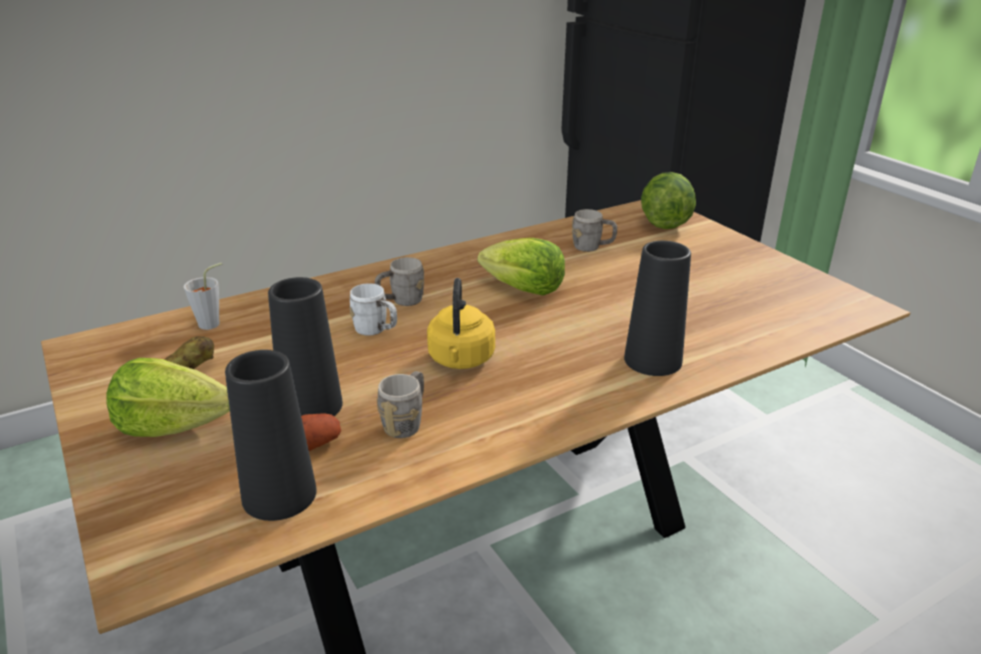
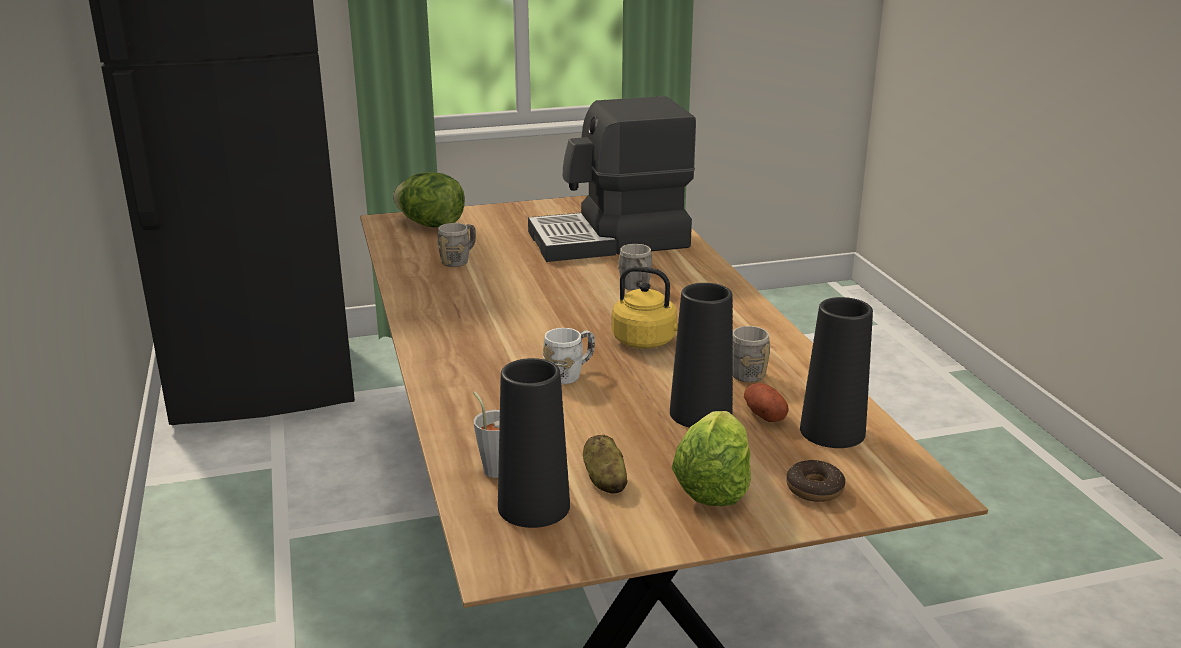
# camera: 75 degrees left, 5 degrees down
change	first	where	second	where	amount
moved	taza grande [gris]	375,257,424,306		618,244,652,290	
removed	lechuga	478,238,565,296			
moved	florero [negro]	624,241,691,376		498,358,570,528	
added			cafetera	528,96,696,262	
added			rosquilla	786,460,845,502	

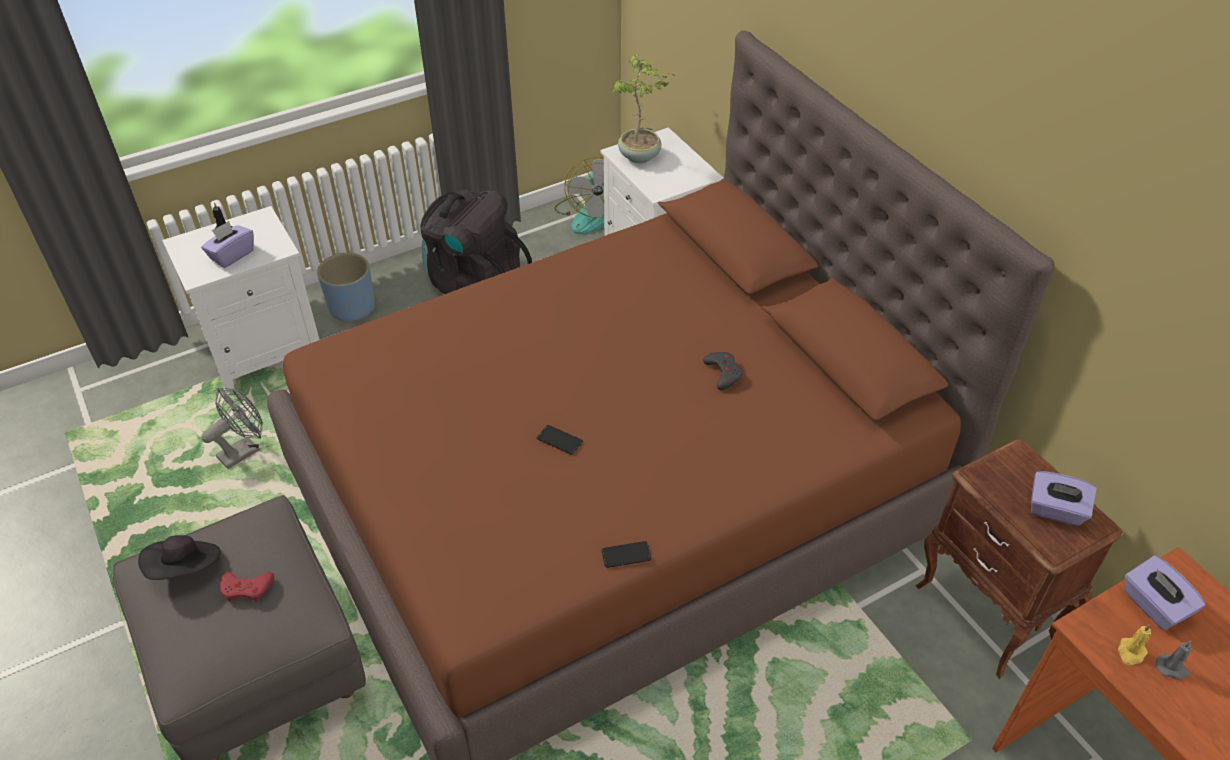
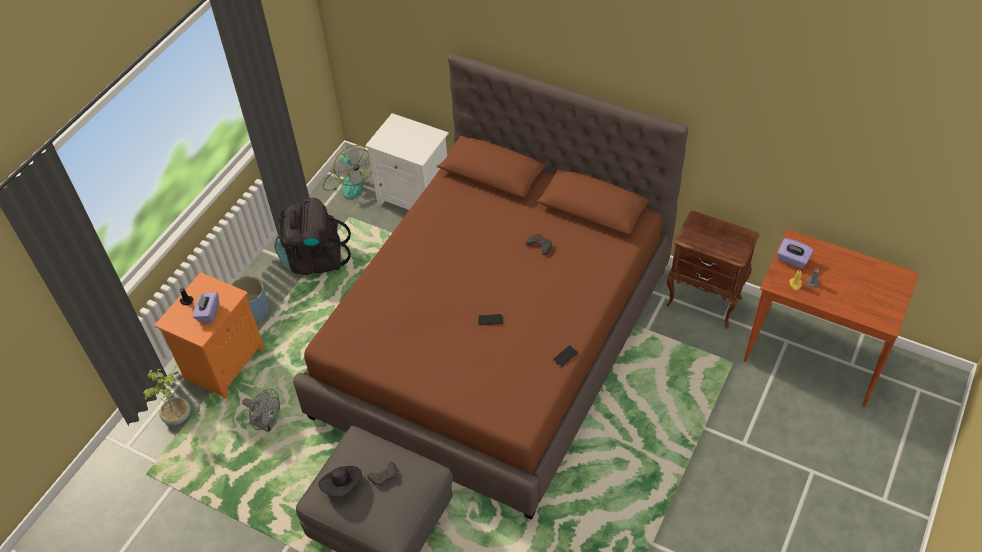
# camera: 30 degrees left, 5 degrees up
change	first	where	second	where	amount
recoloured	mesita de noche [blanco]	162,206,320,393	mesita de noche [naranja]	154,272,265,399	
turned	ventilador [gris]	201,387,263,469		242,389,280,433	105 degrees clockwise
recoloured	mando de consola [rojo]	220,572,274,602	mando de consola [gris]	368,462,397,487	
moved	planta en maceta	611,54,675,163		143,365,191,425	
removed	caja de pañuelos [morado]	1031,471,1097,526			

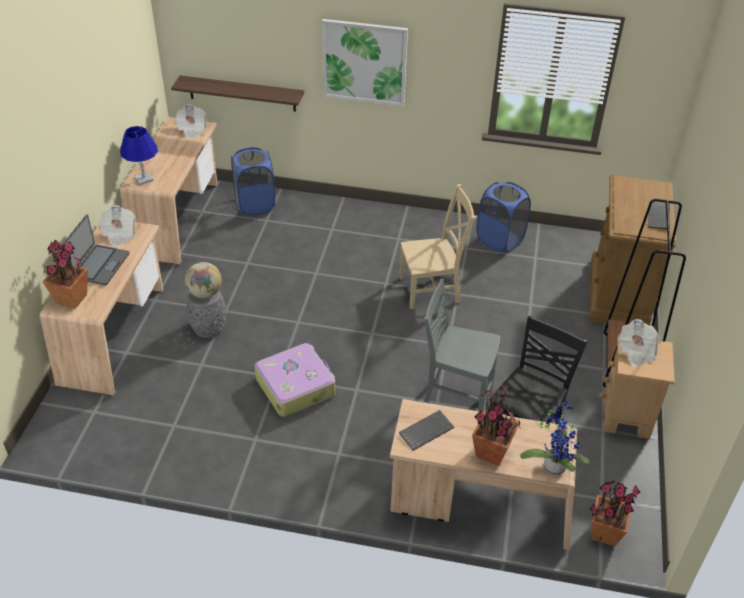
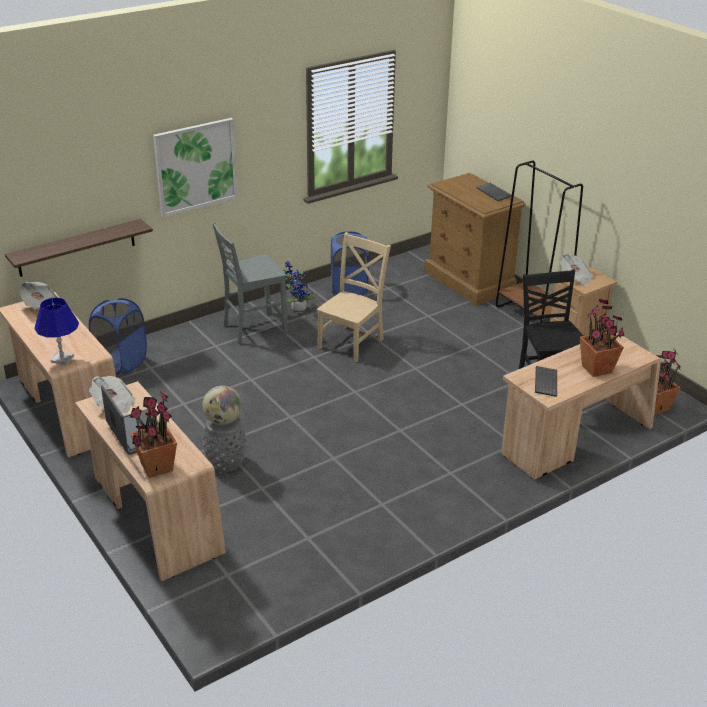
# camera: 45 degrees left, 10 degrees down
change	first	where	second	where	amount
removed	maleta	255,343,335,417			
moved	silla [gris]	424,279,500,412		212,222,288,344	
moved	planta en maceta	520,400,589,475		280,261,318,313	

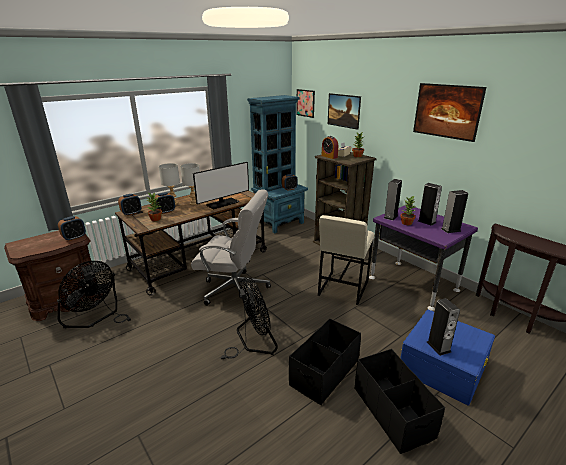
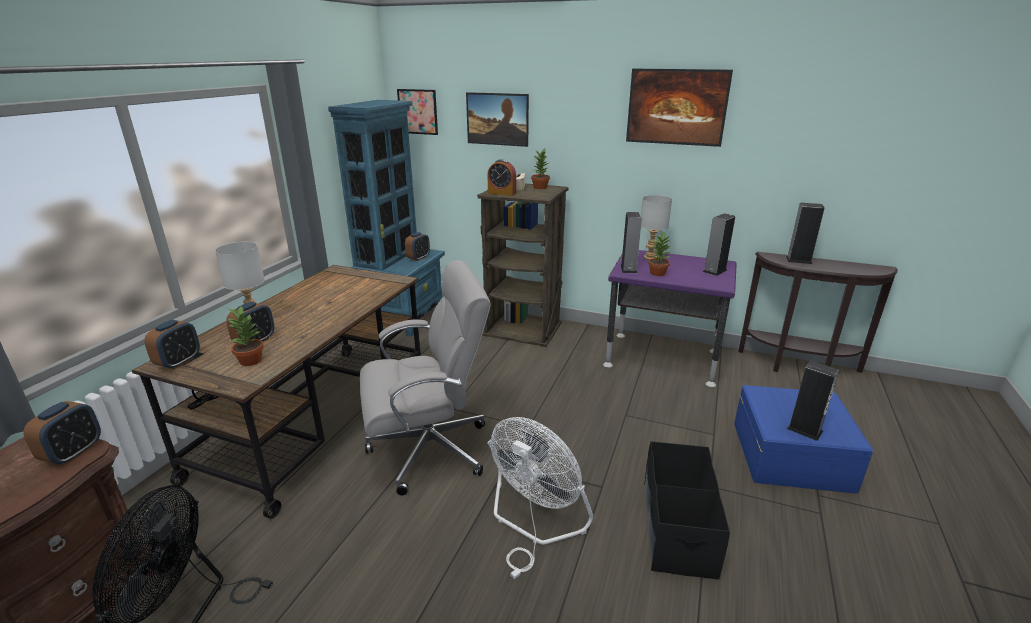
# camera: 30 degrees left, 0 degrees up
change	first	where	second	where	amount
moved	lámpara de mesa [gris]	180,163,200,205		641,195,672,260	
removed	monitor	193,162,249,210			
recoloured	ventilador [negro]	221,277,278,359	ventilador [blanco]	487,417,593,579	
removed	silla [beis]	318,215,374,305			
removed	caja de almacenaje [negro]	355,349,445,454			
moved	altavoz	418,183,442,226		786,203,825,264	

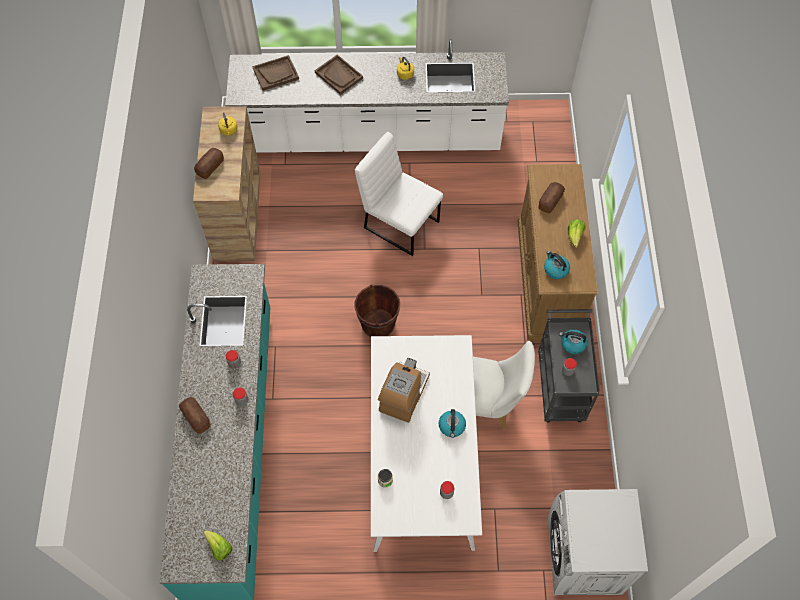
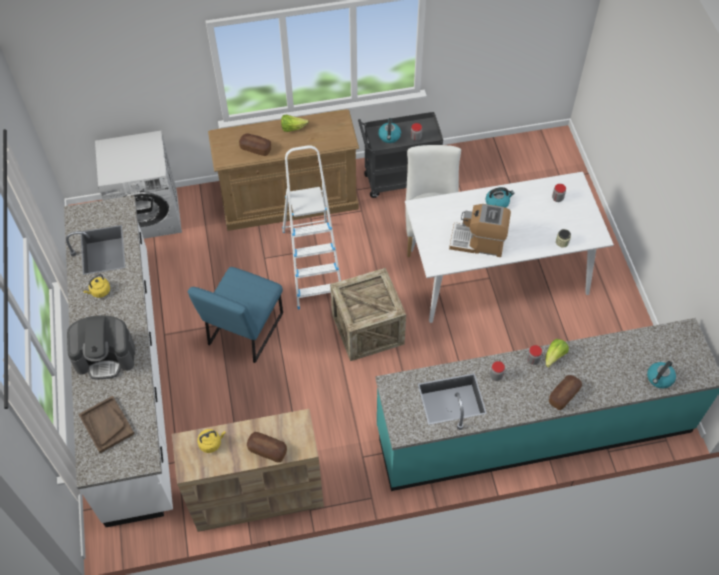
# camera: 100 degrees left, 5 degrees down
change	first	where	second	where	amount
moved	lechuga	203,531,233,561		545,339,569,367	
replaced	bandeja [marrón]	315,55,363,95	cafetera	67,315,135,379	
replaced	cubo [marrón]	354,284,400,337	caja de embalaje	330,268,406,361	
recoloured	silla [blanco]	355,132,443,256	silla [azul]	188,267,283,363	
moved	hervidor	544,251,570,279		647,361,676,388	
moved	lavadora [blanco]	548,489,648,595		95,131,182,239	
added			escalera de tijera [blanco]	282,145,341,309	

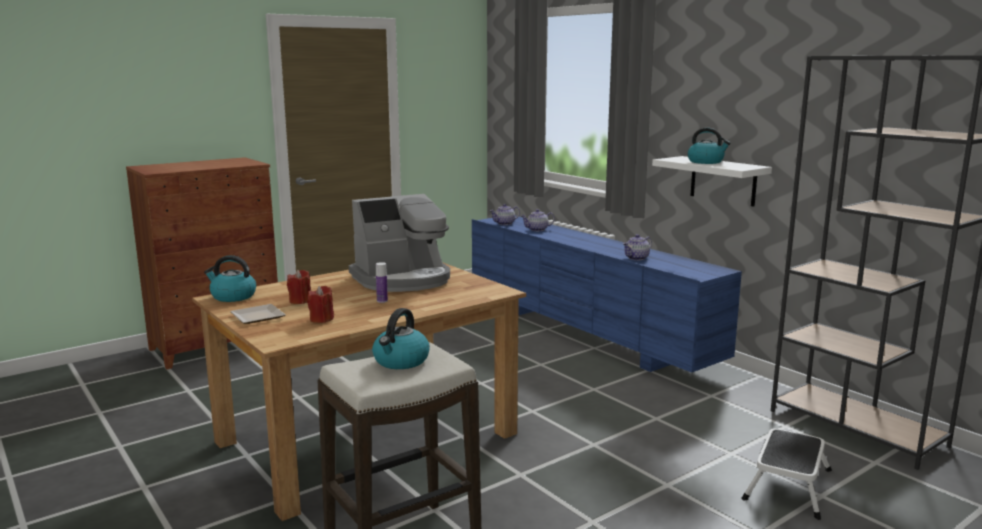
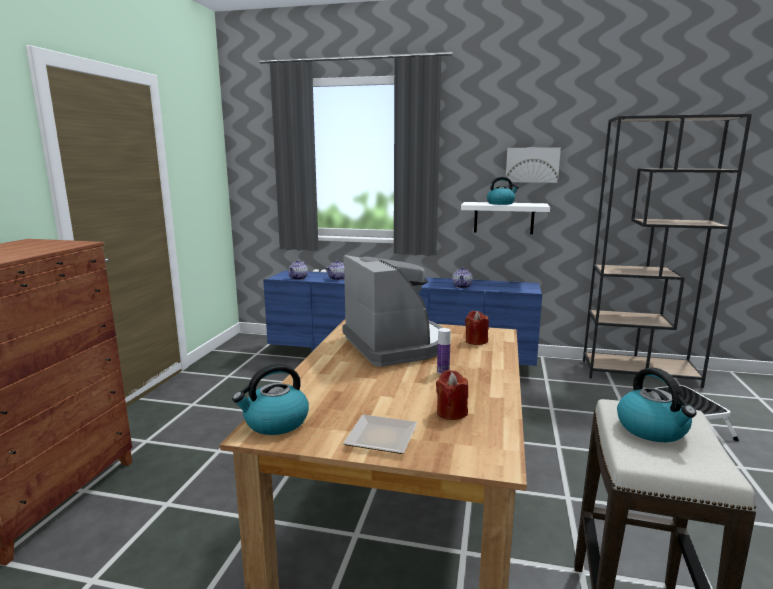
# camera: 40 degrees left, 0 degrees up
change	first	where	second	where	amount
moved	vela [rojo]	287,270,311,304		465,311,489,345	
turned	cafetera	349,194,450,292		342,255,442,367	45 degrees counterclockwise
added			cuadro	505,147,561,183	

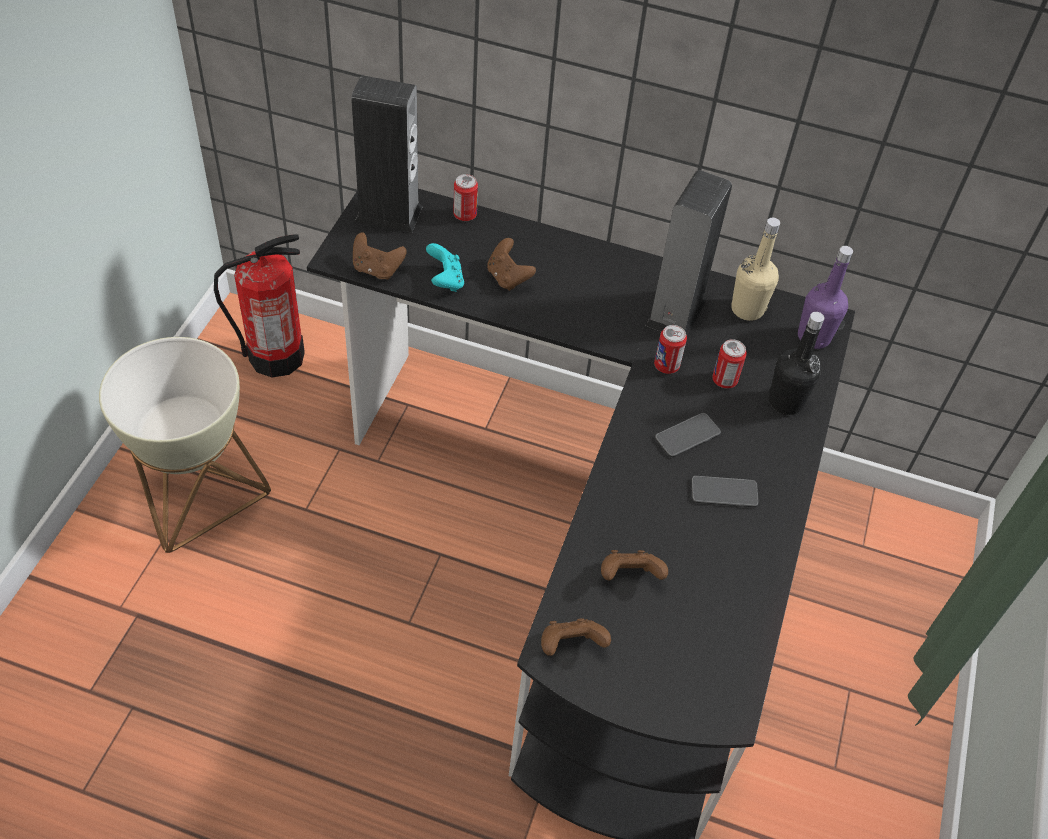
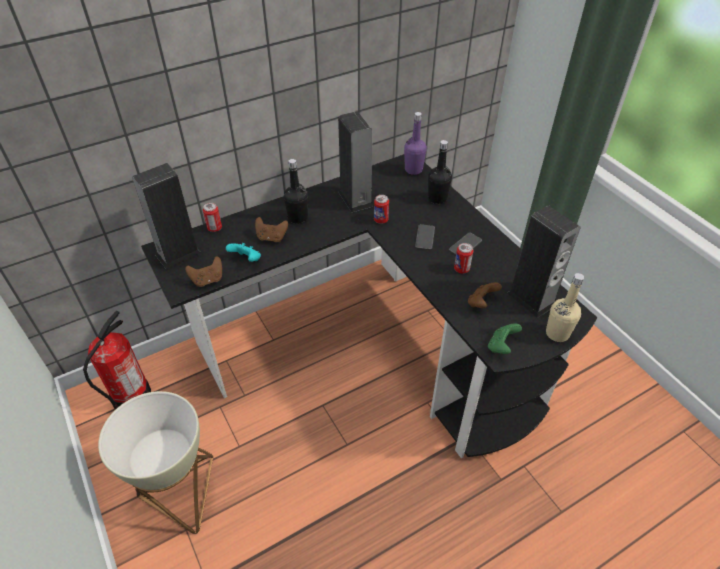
# camera: 45 degrees left, 5 degrees down
change	first	where	second	where	amount
recoloured	mando de consola [marrón]	541,618,611,656	mando de consola [verde]	488,323,522,354	
moved	lata	712,339,747,389		454,243,473,273	
moved	botella [beis]	731,218,780,321		546,273,584,342	
added			botella [negro]	284,159,308,224	
added			altavoz	507,205,580,318	

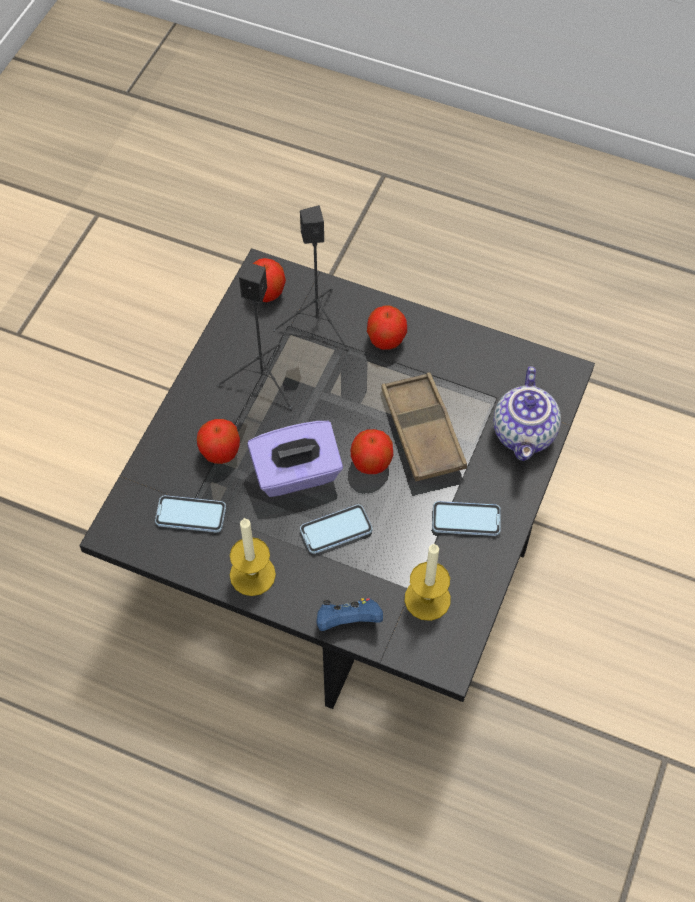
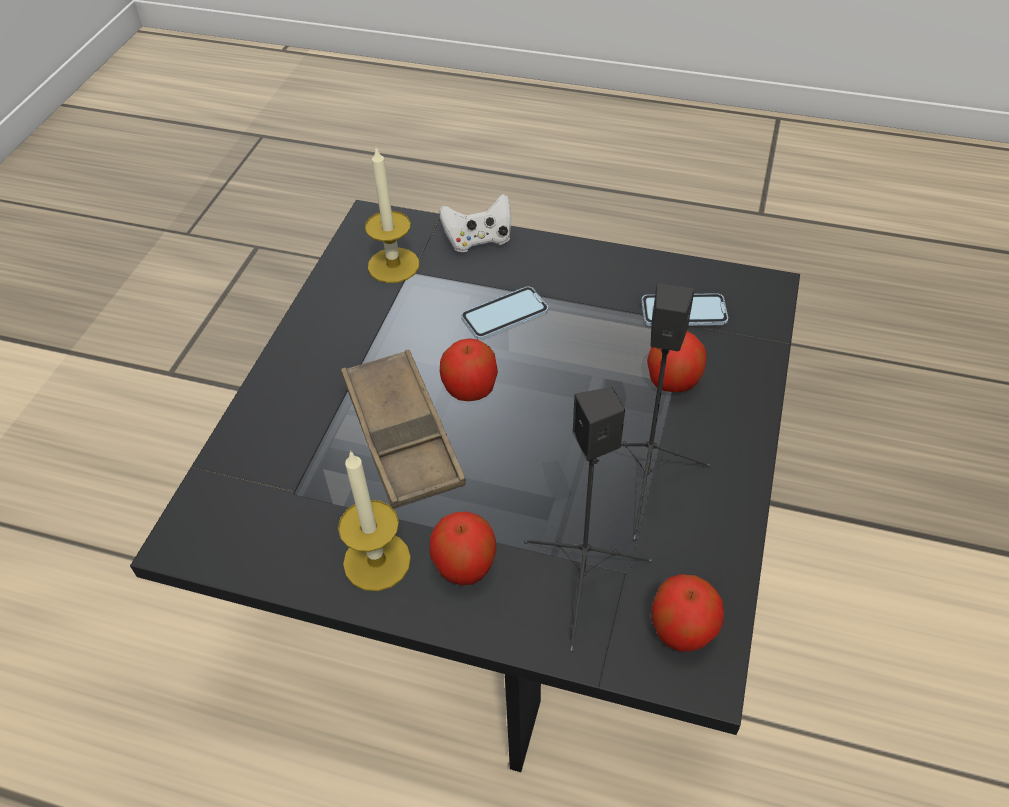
# camera: 175 degrees right, 10 degrees down
change	first	where	second	where	amount
moved	vela	230,517,276,596		338,450,411,591	
removed	caja de pañuelos [morado]	247,421,343,497			
recoloured	mando de consola [azul]	317,598,383,631	mando de consola [blanco]	439,194,511,253	
removed	móvil	432,501,501,536			
removed	tetera	493,366,561,461			

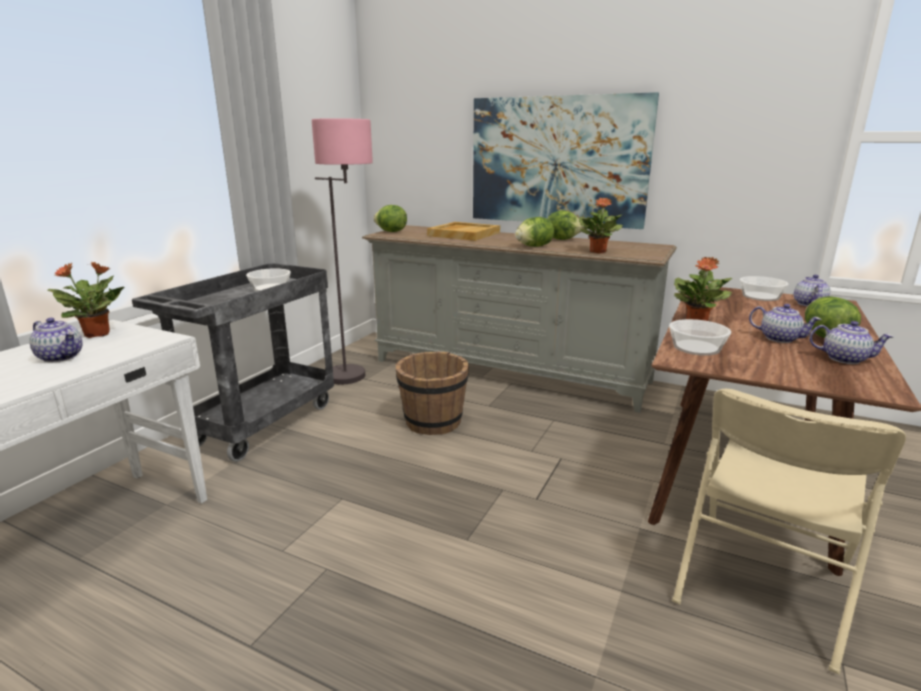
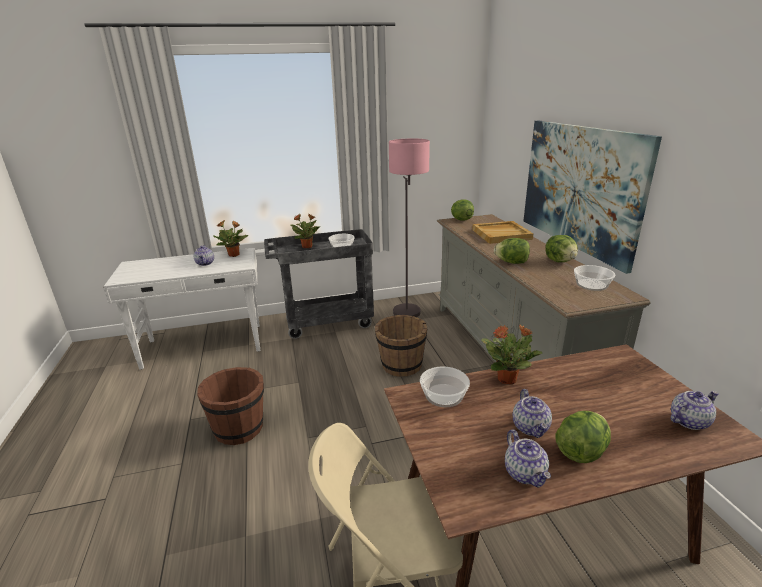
# camera: 50 degrees right, 5 degrees up
change	first	where	second	where	amount
moved	planta en maceta	579,198,623,253		291,213,319,248	
moved	cuenco	740,276,789,301		574,265,615,291	
added			cubo [marrón]	197,367,264,445	

